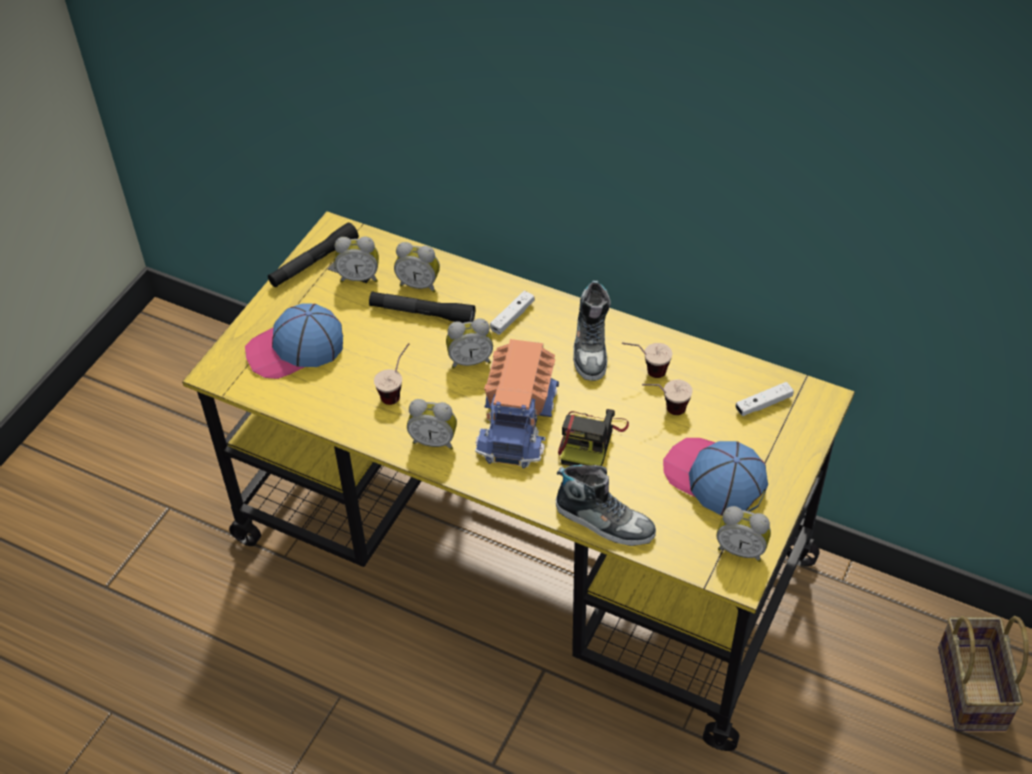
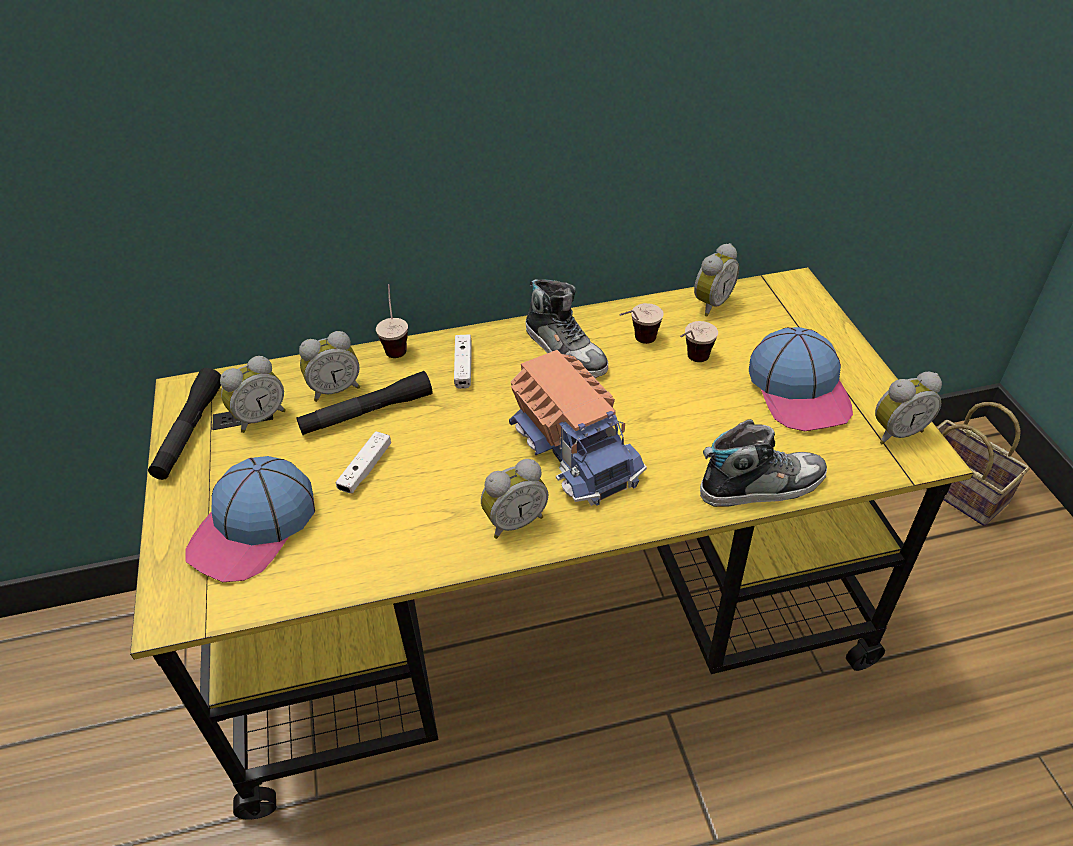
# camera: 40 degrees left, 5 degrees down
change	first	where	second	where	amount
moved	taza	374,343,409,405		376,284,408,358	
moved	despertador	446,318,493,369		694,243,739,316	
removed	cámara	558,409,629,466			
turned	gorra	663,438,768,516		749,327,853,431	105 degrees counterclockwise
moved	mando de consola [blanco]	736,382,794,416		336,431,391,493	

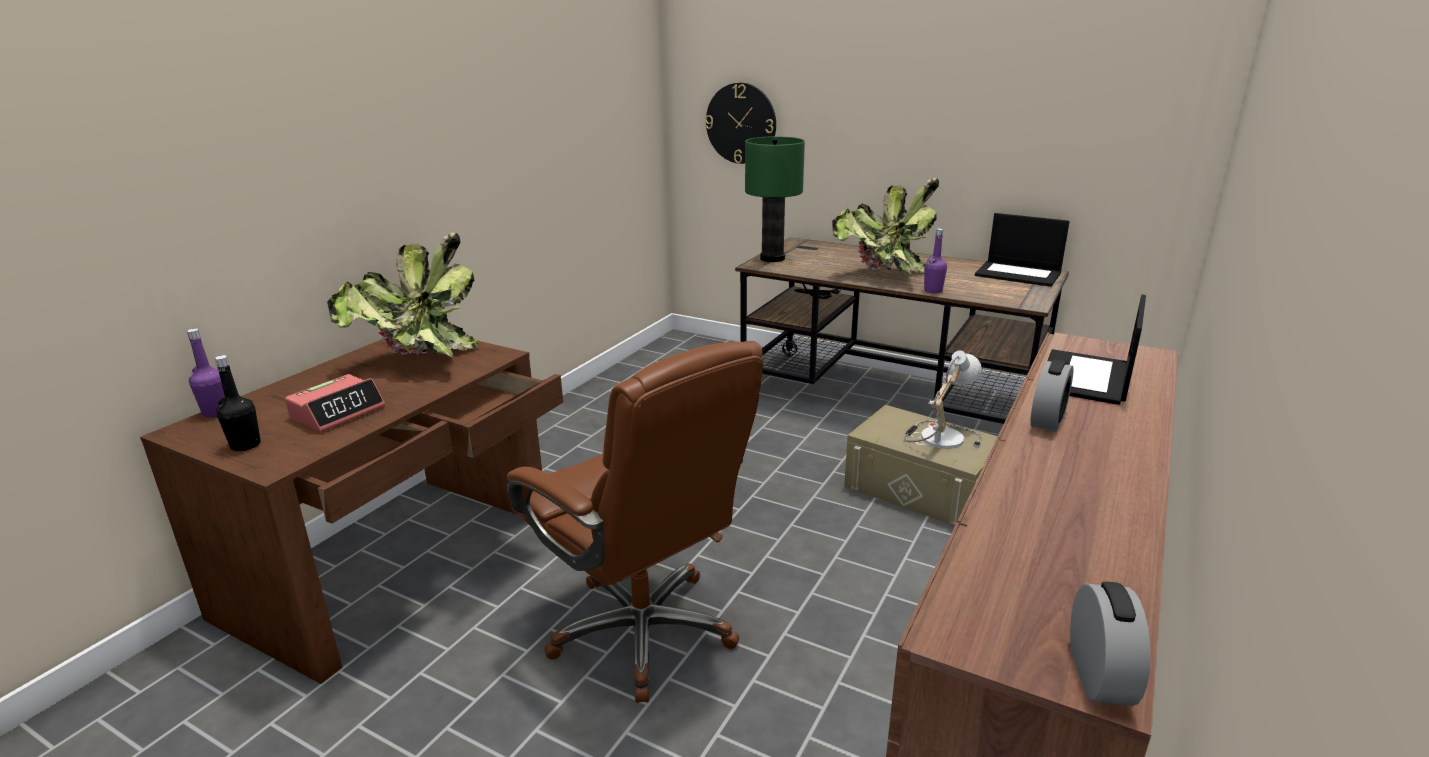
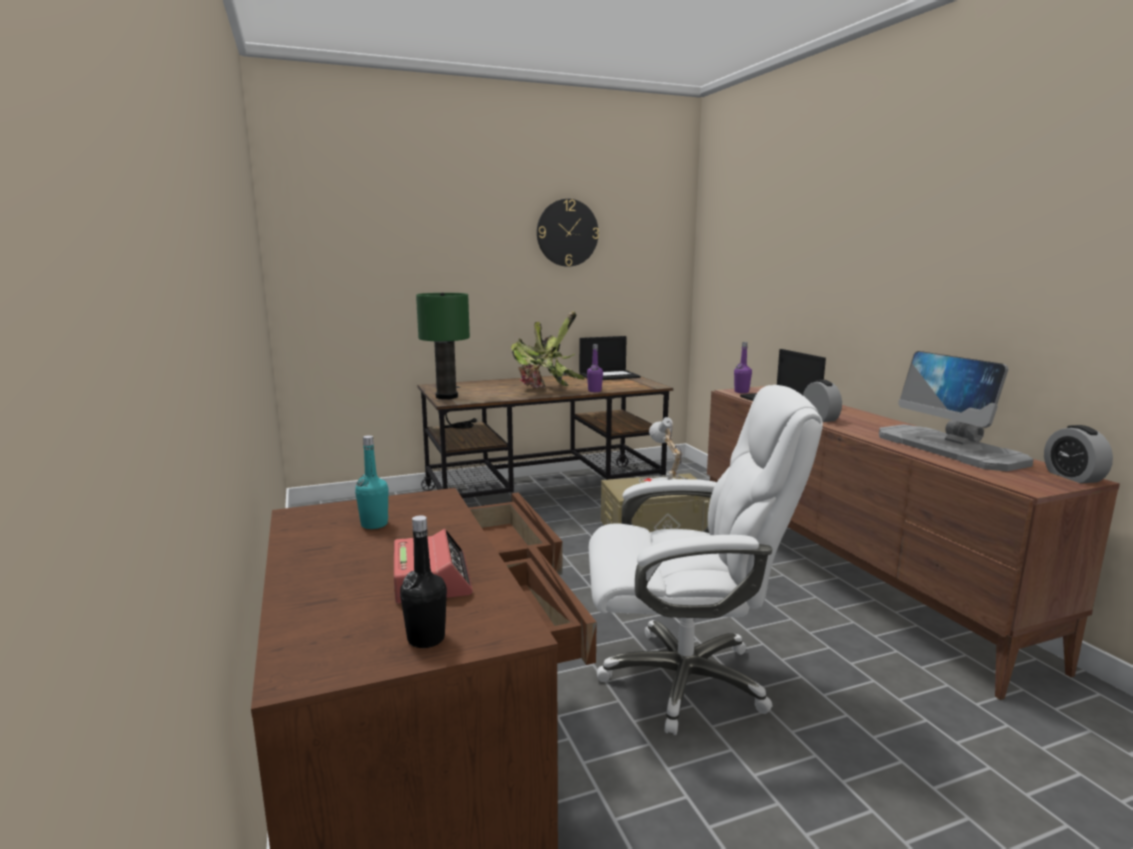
# camera: 50 degrees left, 10 degrees down
change	first	where	second	where	amount
moved	botella [morado]	187,328,225,418		734,342,752,393	
replaced	planta en maceta	327,233,479,358	botella [turquesa]	355,435,388,529	
recoloured	silla de oficina [marrón]	507,341,763,703	silla de oficina [blanco]	589,385,823,735	
moved	reloj de pared	705,83,776,164		537,199,599,267	
turned	despertador	1070,582,1151,706		1044,425,1113,484	150 degrees counterclockwise
added			monitor	879,351,1034,471	

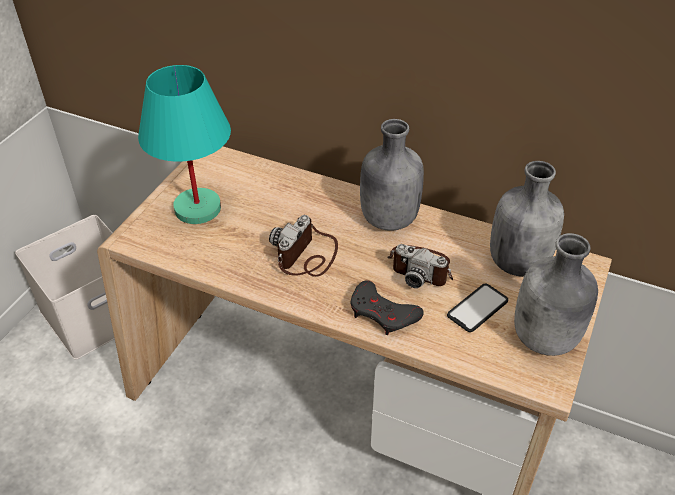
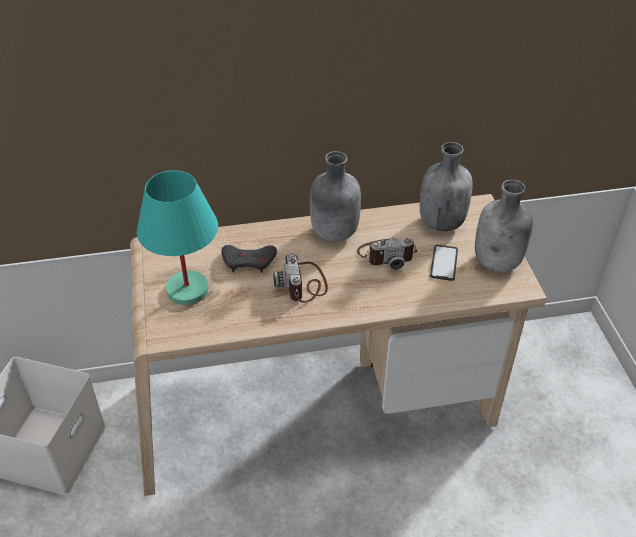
# camera: 35 degrees left, 0 degrees up
change	first	where	second	where	amount
moved	mando de consola [gris]	351,280,424,335		221,245,277,273	

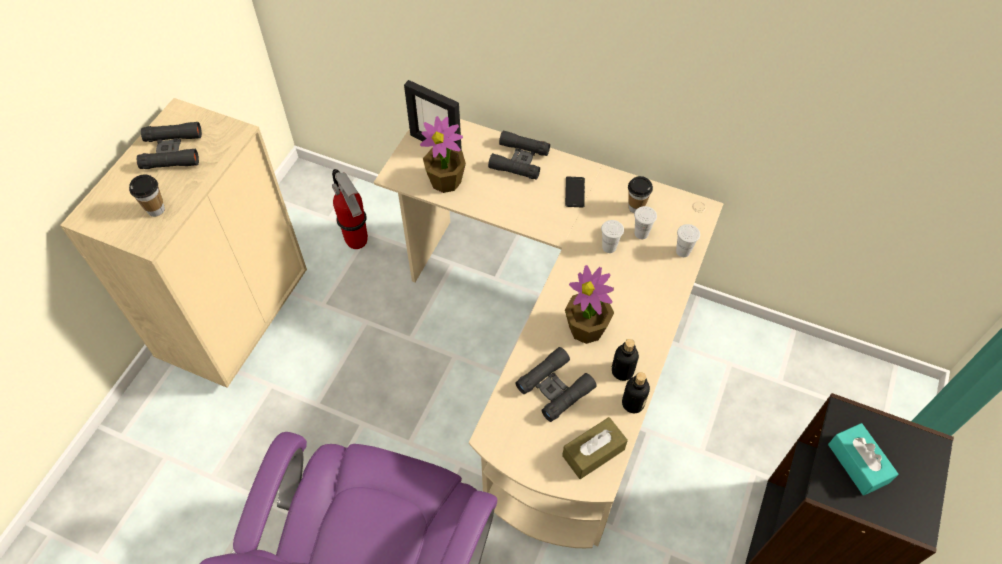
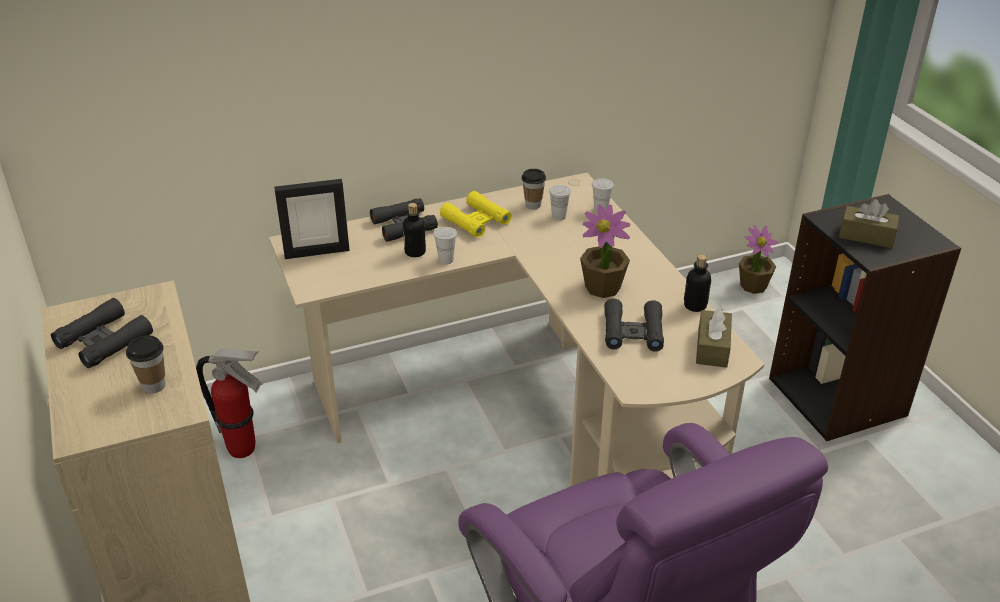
# camera: 45 degrees left, 20 degrees down
change	first	where	second	where	amount
moved	planta en maceta	420,116,466,193		739,225,778,294	
replaced	móvil	565,177,585,208	prismáticos [amarillo]	440,191,512,238	
moved	taza [blanco]	601,220,624,253		433,227,457,264	
moved	botella	611,339,639,381		403,203,426,257	
recoloured	caja de pañuelos [turquesa]	828,423,899,496	caja de pañuelos [marrón]	839,199,899,248	

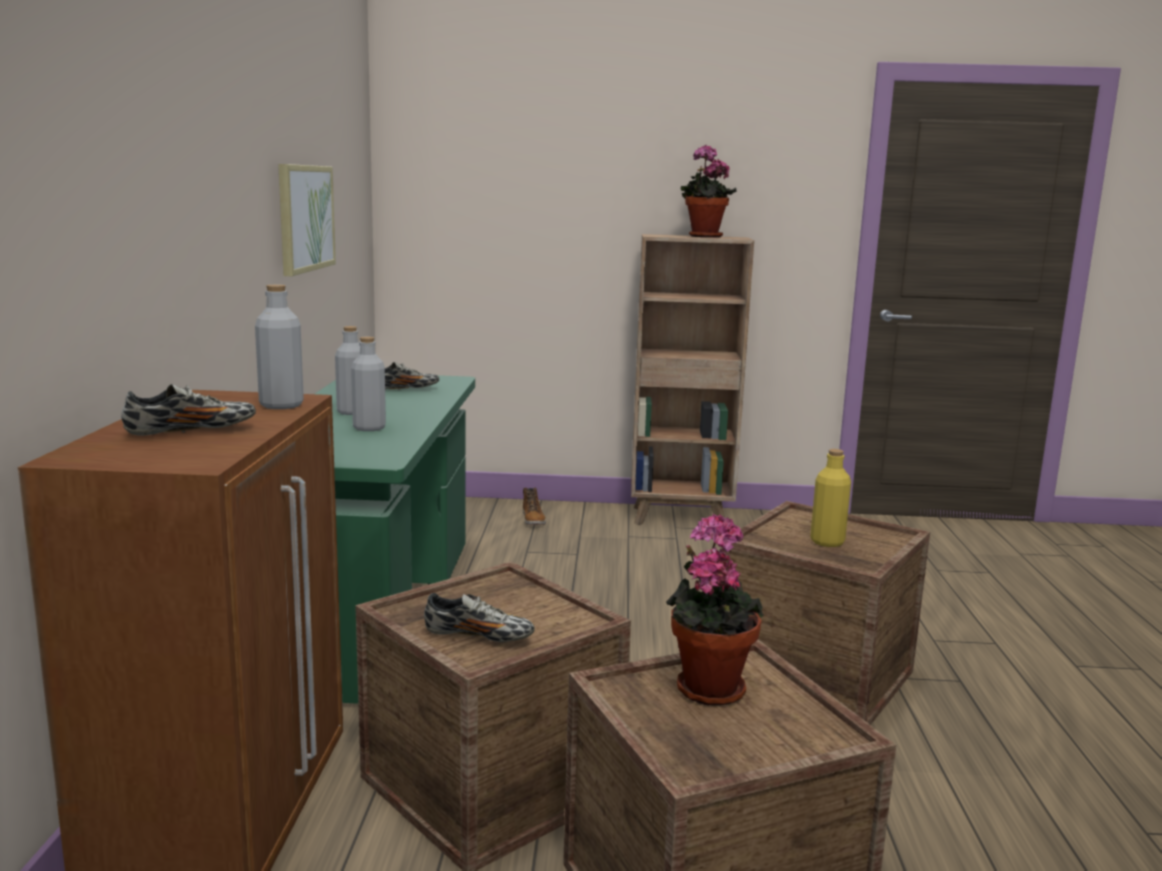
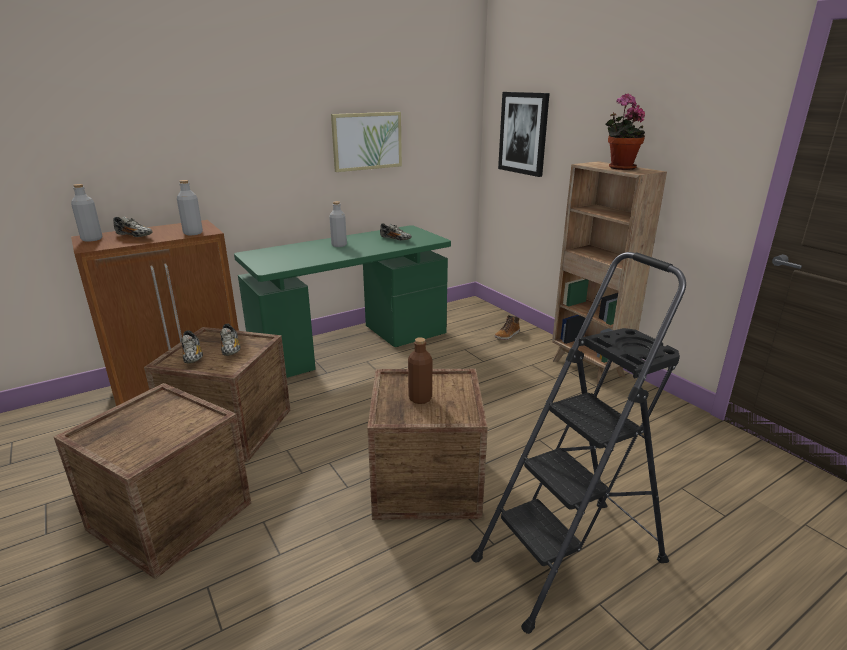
# camera: 55 degrees right, 10 degrees up
change	first	where	second	where	amount
moved	botella [gris]	351,337,386,431		71,184,102,242	
removed	planta en maceta	666,514,764,706			
recoloured	botella [amarillo]	810,449,851,547	botella [marrón]	408,337,432,404	
added			zapato	220,324,241,356	
added			escalera de tijera	471,252,686,634	
added			cuadro	498,92,550,177	

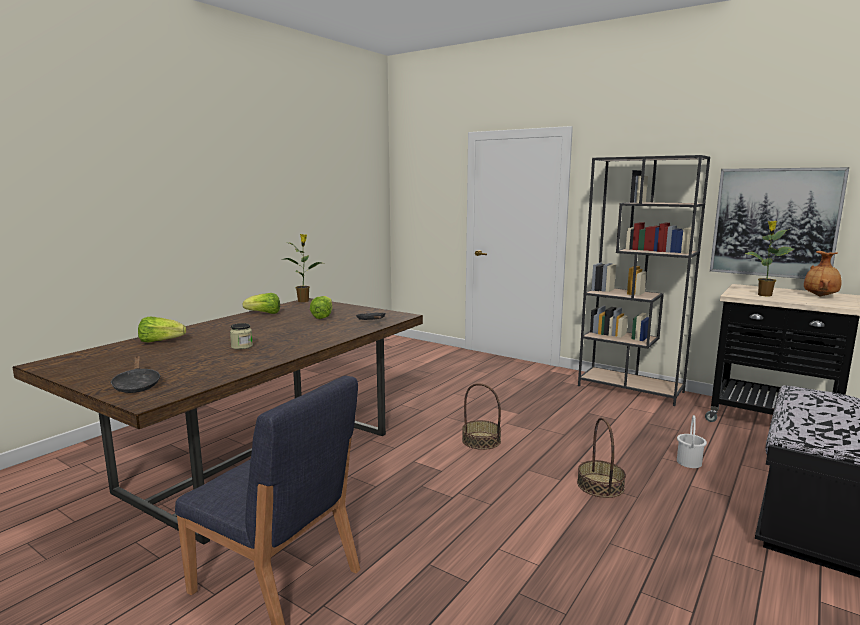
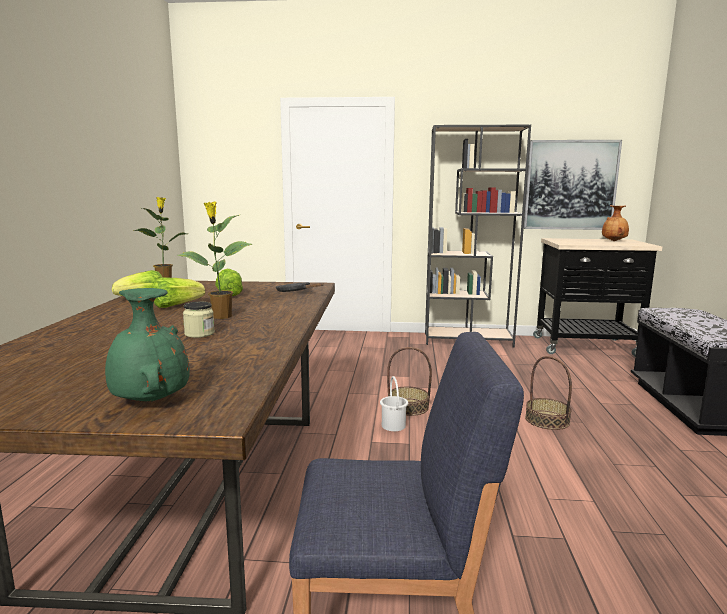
# camera: 30 degrees left, 0 degrees up
change	first	where	second	where	amount
replaced	sartén [negro]	110,356,161,393	florero [verde]	105,288,190,401	
moved	lechuga	138,317,186,343		152,277,205,308	
moved	cubo [blanco]	677,415,707,468		380,376,408,431	
moved	planta en maceta	744,221,794,296		177,202,252,319	

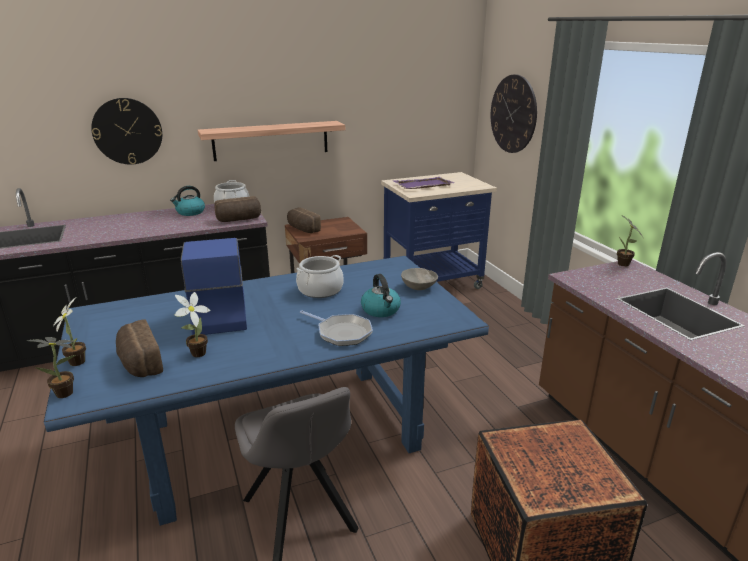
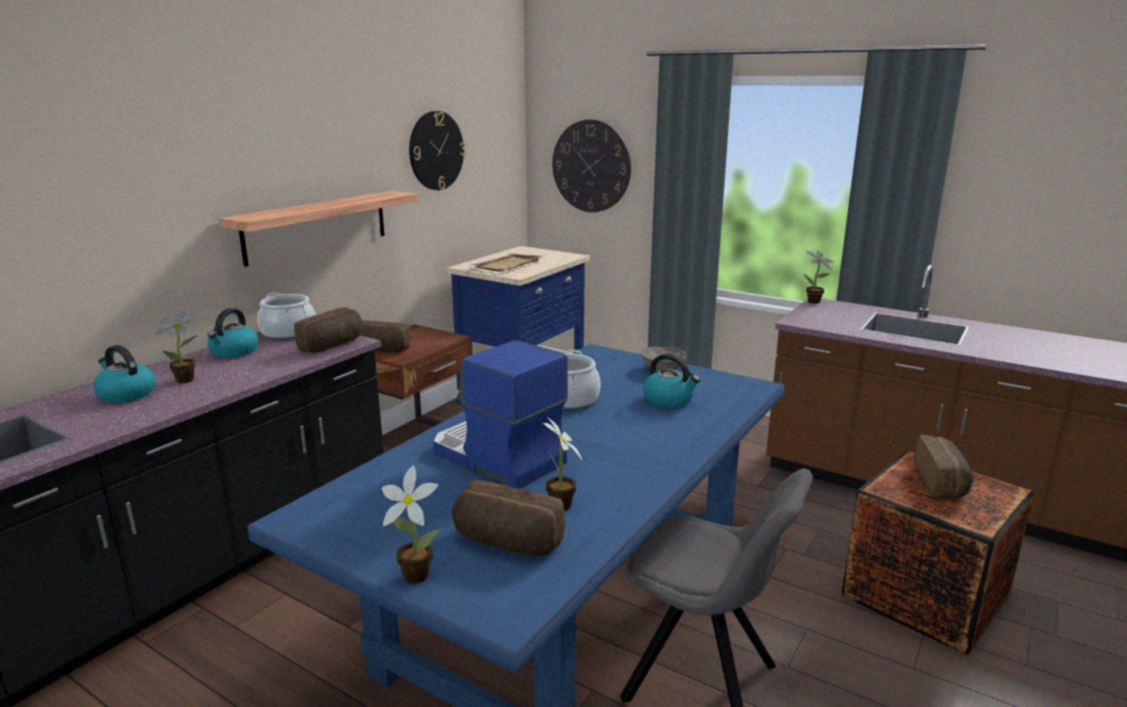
# camera: 35 degrees left, 5 degrees down
change	first	where	second	where	amount
moved	planta en maceta	27,337,76,398		155,311,200,383	
moved	reloj de pared	91,98,162,165		409,111,465,190	
removed	sartén	300,310,373,346			
recoloured	bandeja [morado]	394,177,454,189	bandeja [beis]	470,253,545,271	
added			hervidor	93,345,156,403	
added			pan	914,435,974,499	

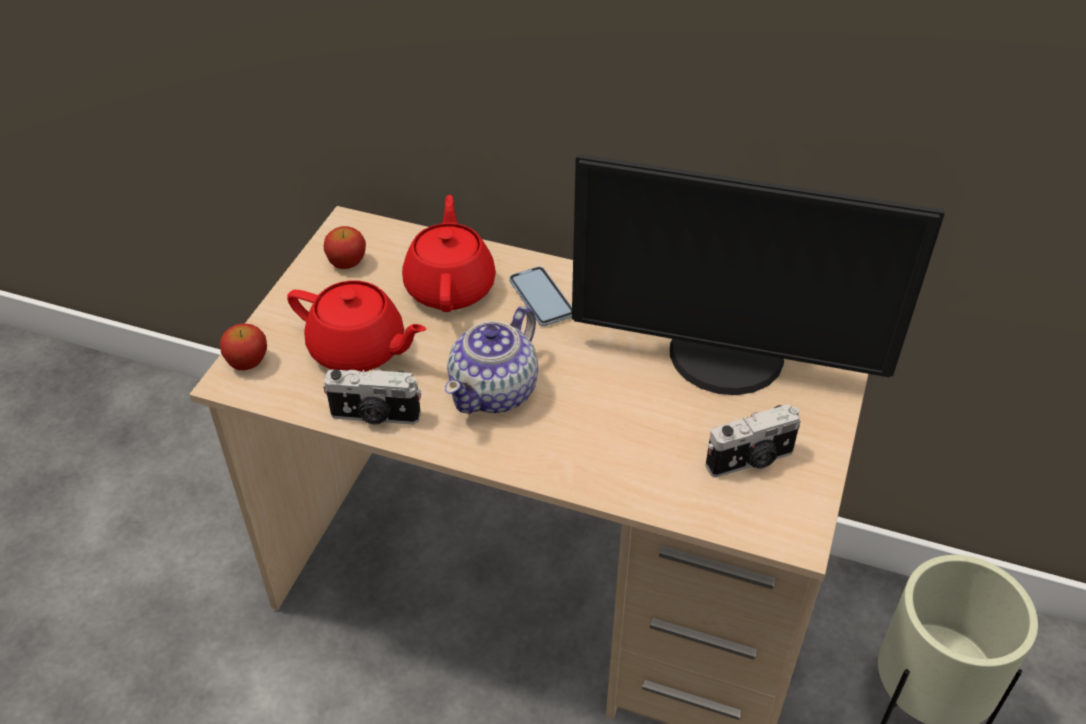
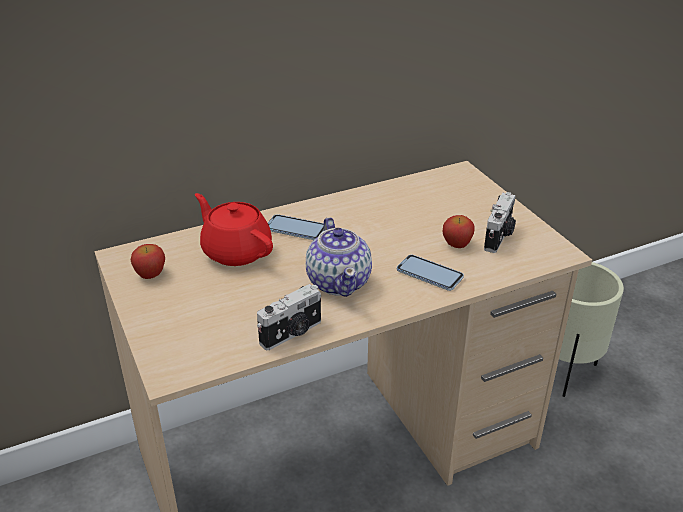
# camera: 45 degrees left, 10 degrees down
change	first	where	second	where	amount
moved	manzana	220,323,267,370		443,215,475,248	
removed	tetera [rojo]	287,280,426,372			
removed	monitor	572,155,945,395			
added			móvil	397,255,464,291	

